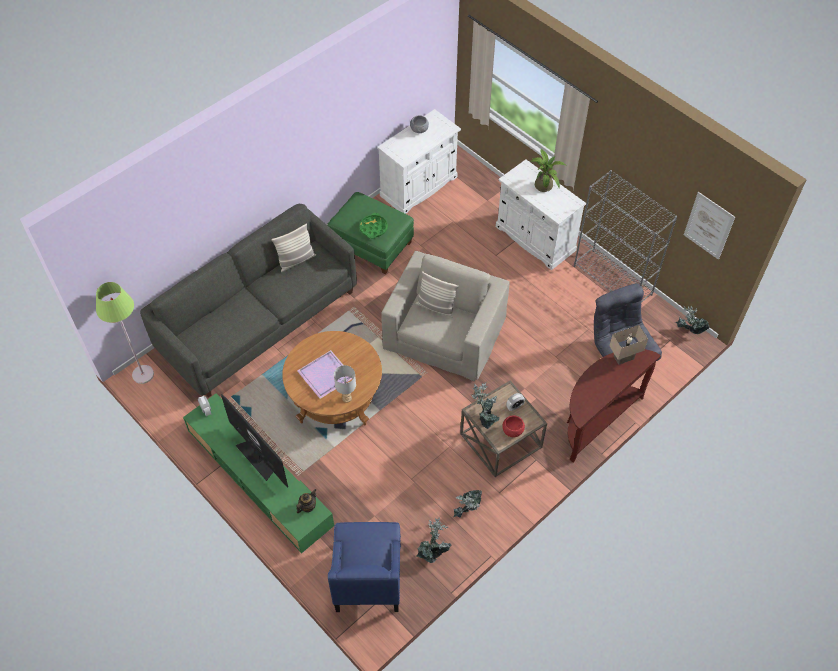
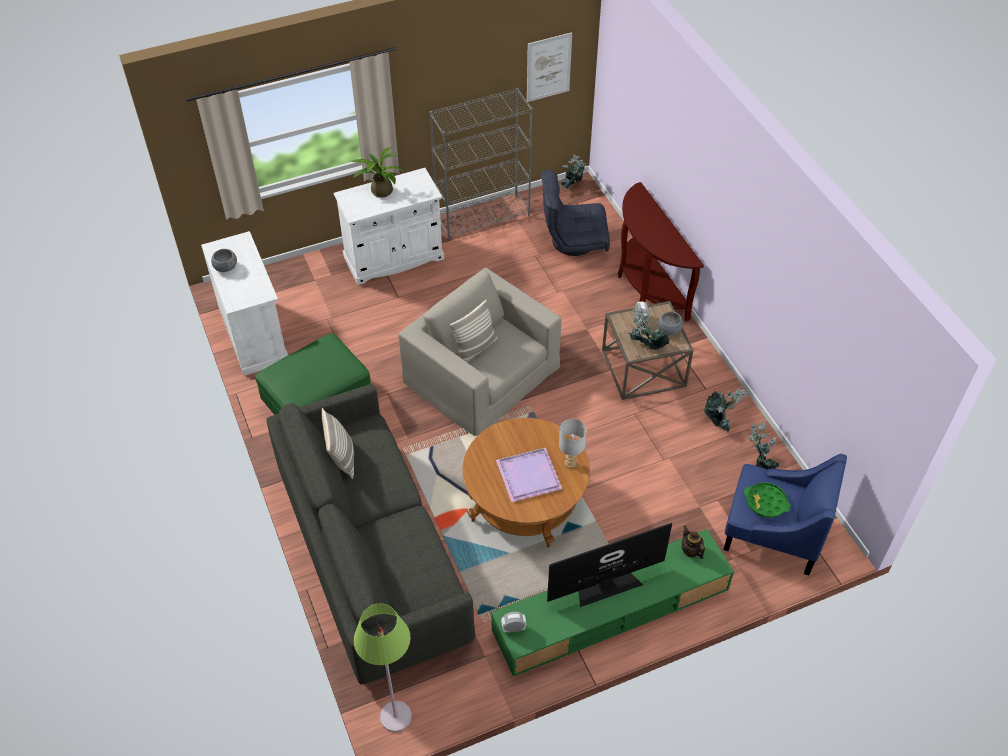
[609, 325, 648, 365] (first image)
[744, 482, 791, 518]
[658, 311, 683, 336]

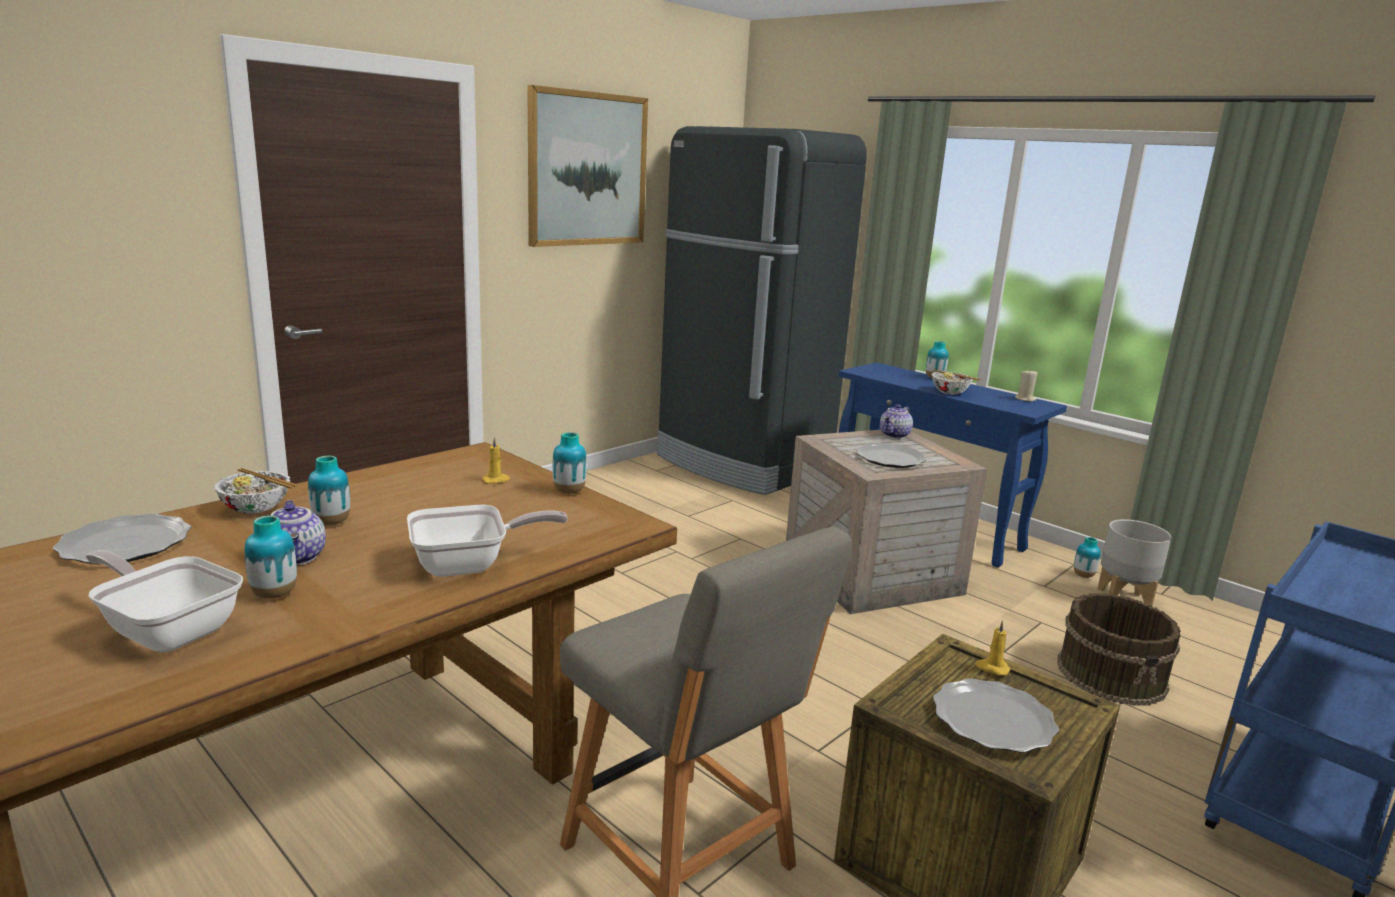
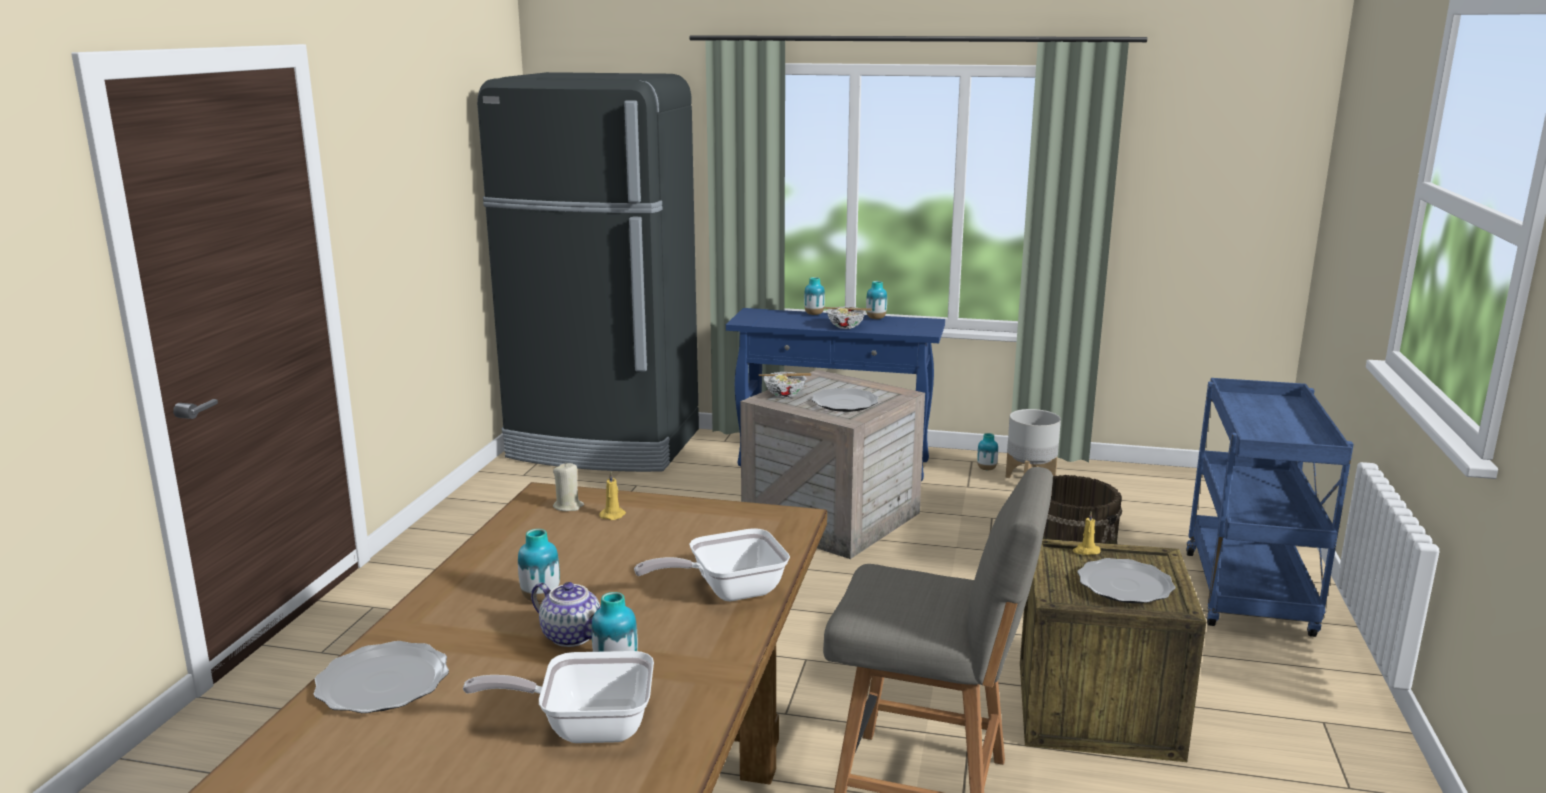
[527, 85, 648, 247] (first image)
[880, 404, 913, 439] (first image)
[759, 372, 811, 398]
[866, 281, 887, 319]
[553, 462, 584, 511]
[634, 528, 790, 601]

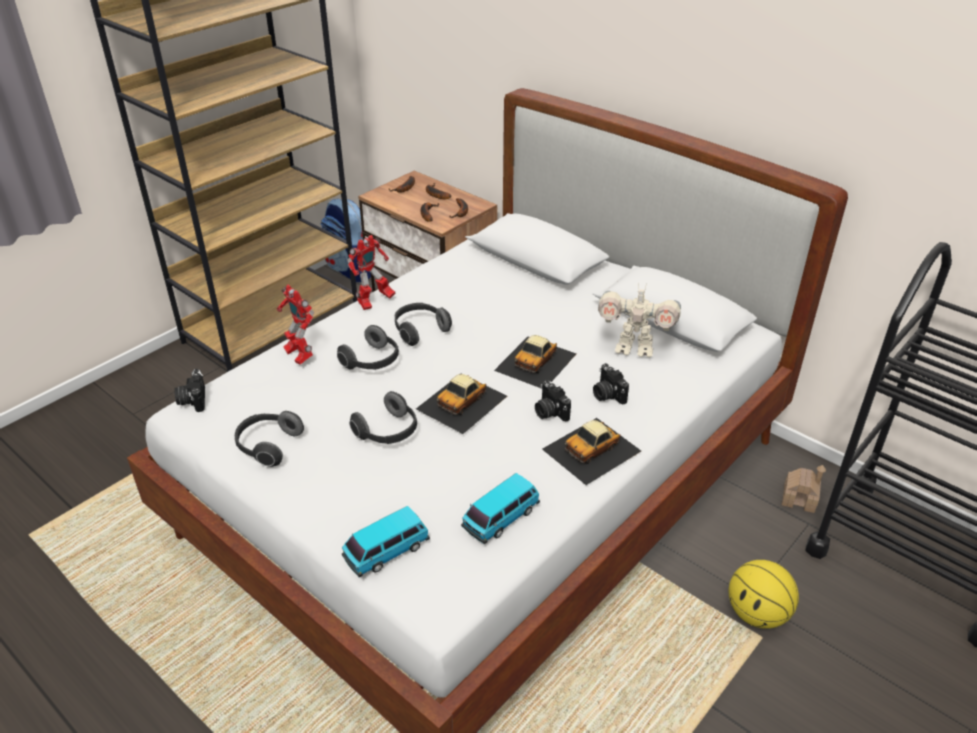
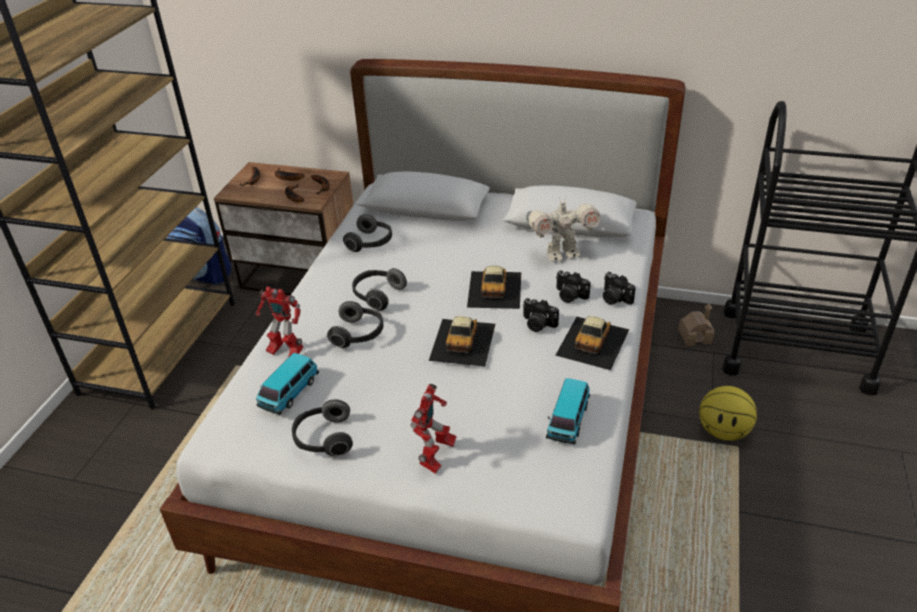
[603, 272, 636, 305]
[256, 353, 319, 415]
[410, 384, 457, 473]
[343, 214, 392, 252]

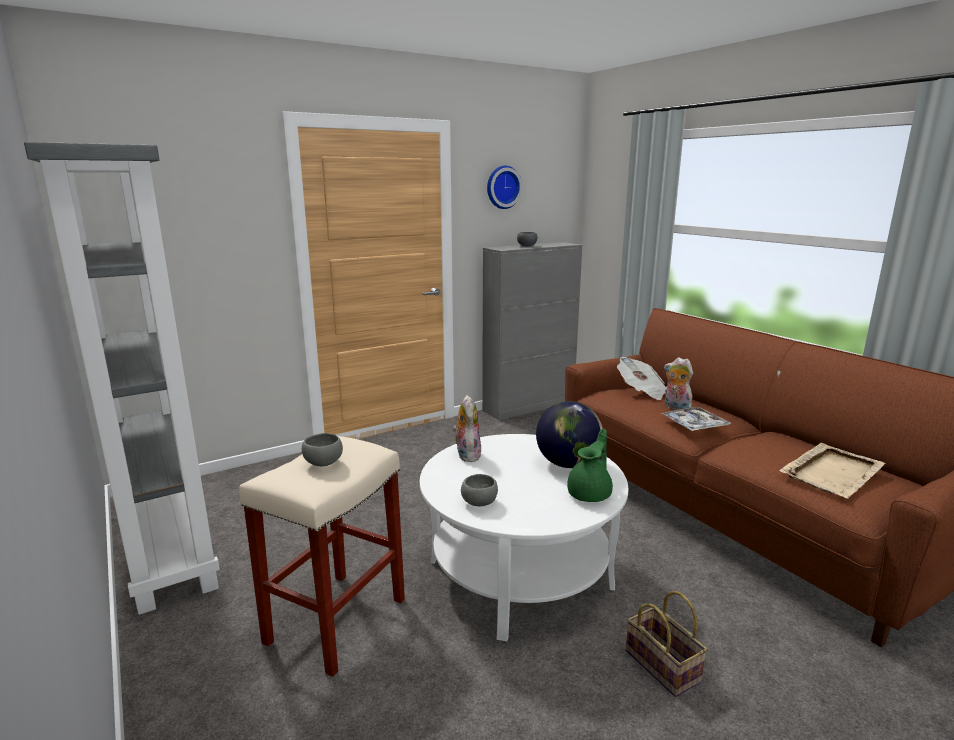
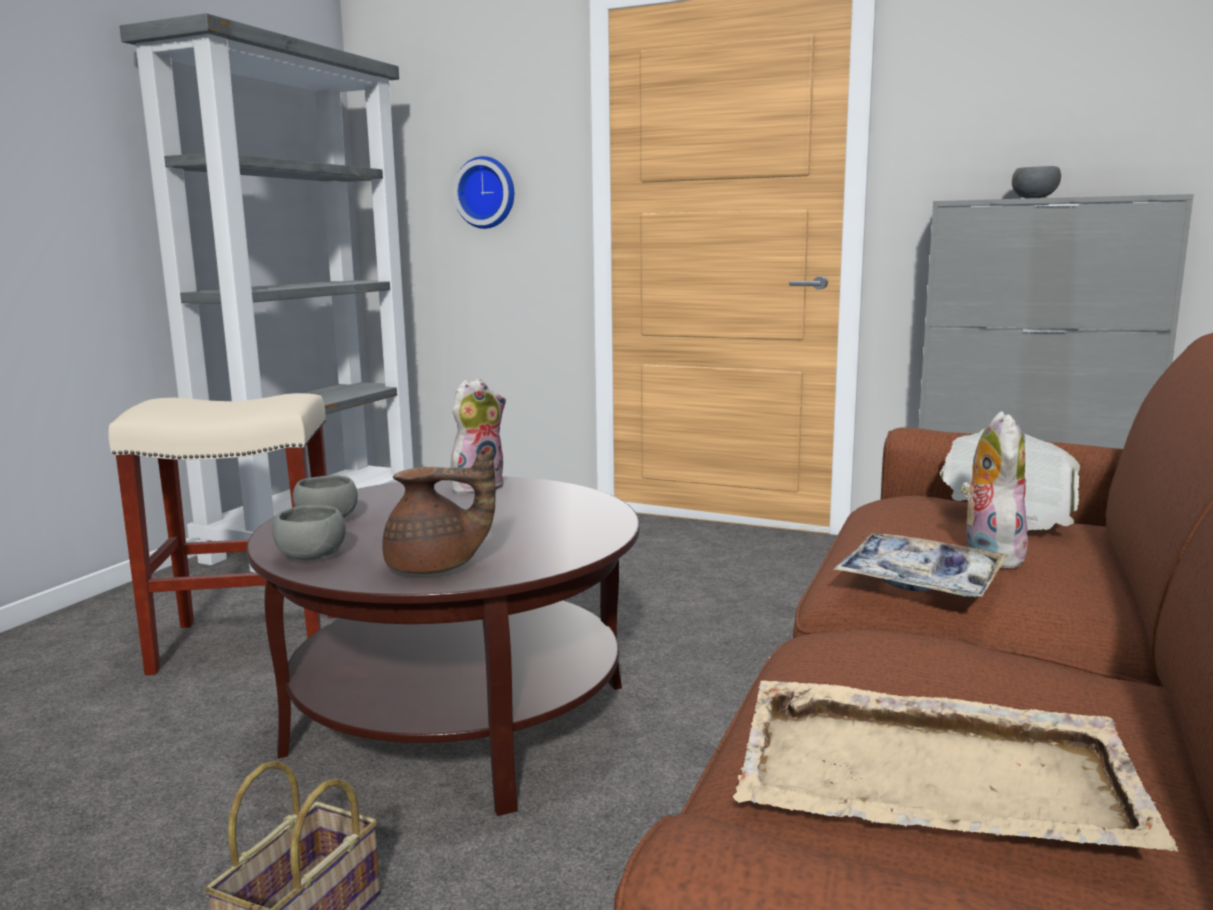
[536, 401, 603, 468] (first image)
[272, 505, 346, 560]
[453, 156, 514, 229]
[246, 476, 640, 816]
[382, 447, 496, 574]

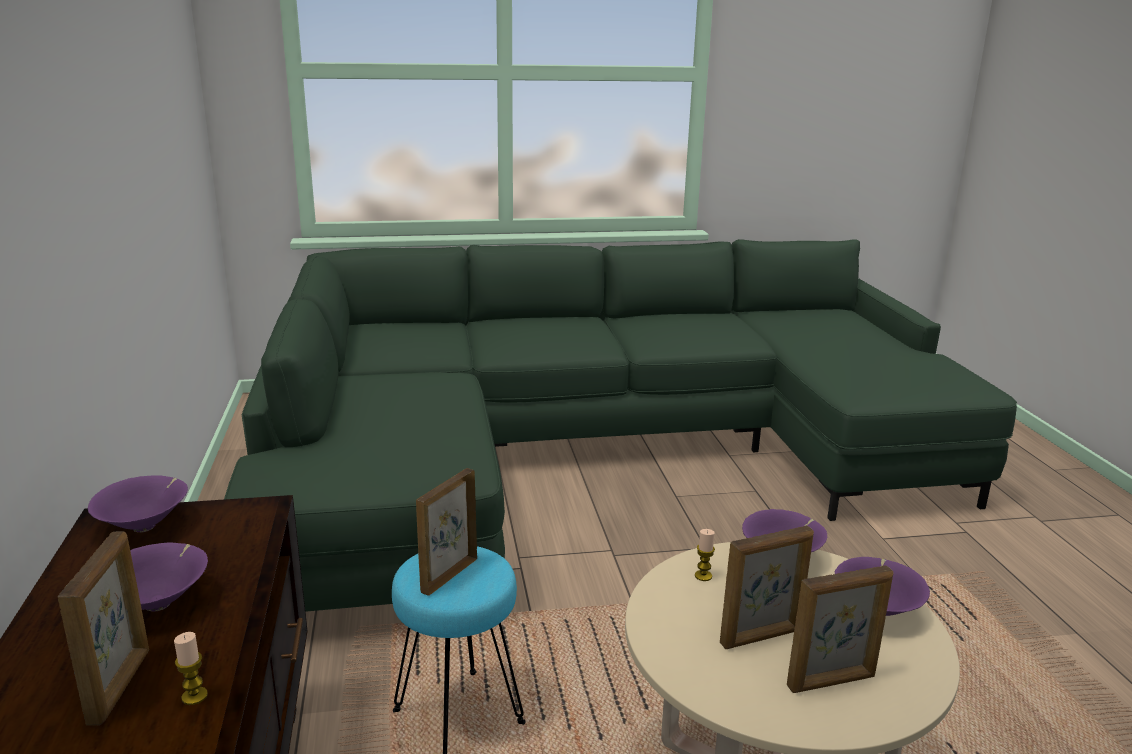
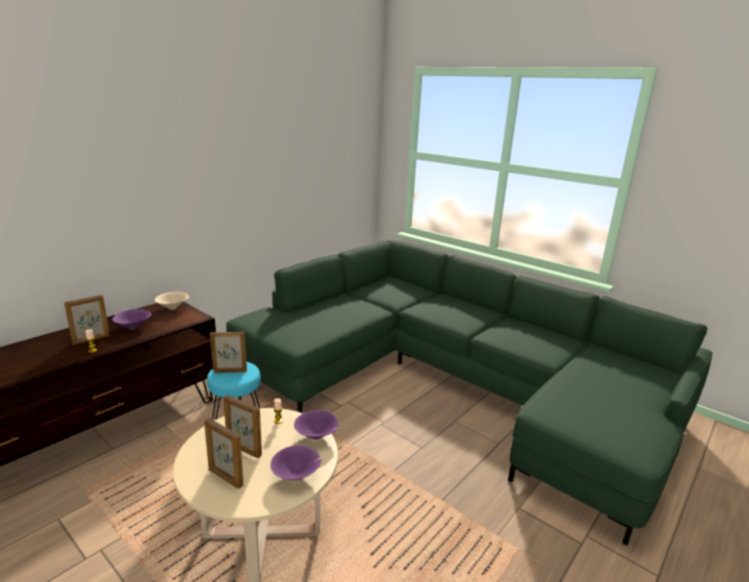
[155, 291, 189, 310]

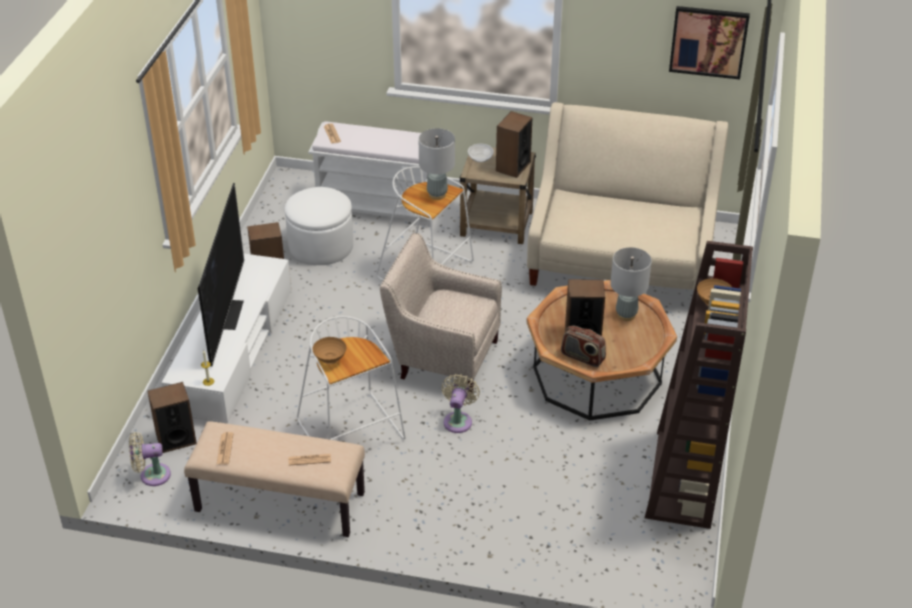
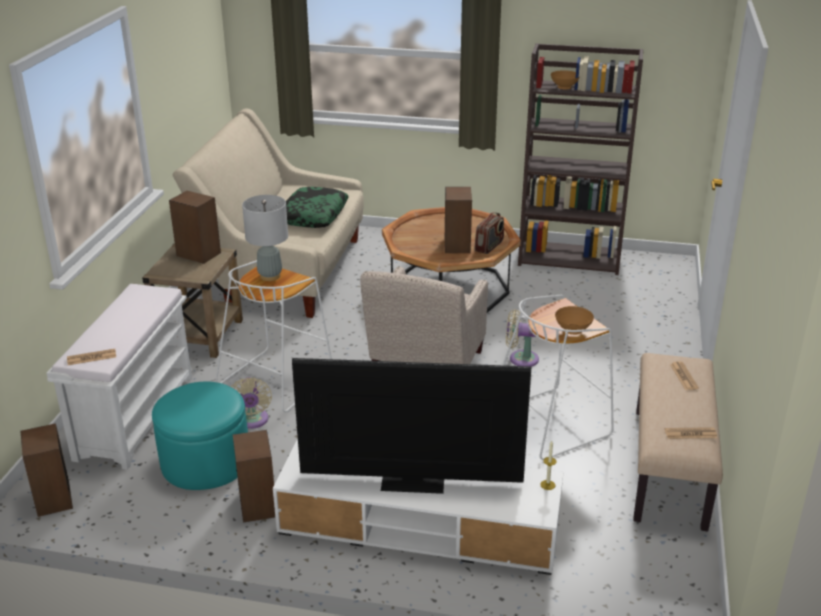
[468, 144, 494, 163] (first image)
[610, 247, 652, 321] (first image)
[669, 6, 750, 79] (first image)
[286, 187, 349, 228]
[231, 377, 272, 429]
[21, 423, 73, 517]
[152, 381, 248, 490]

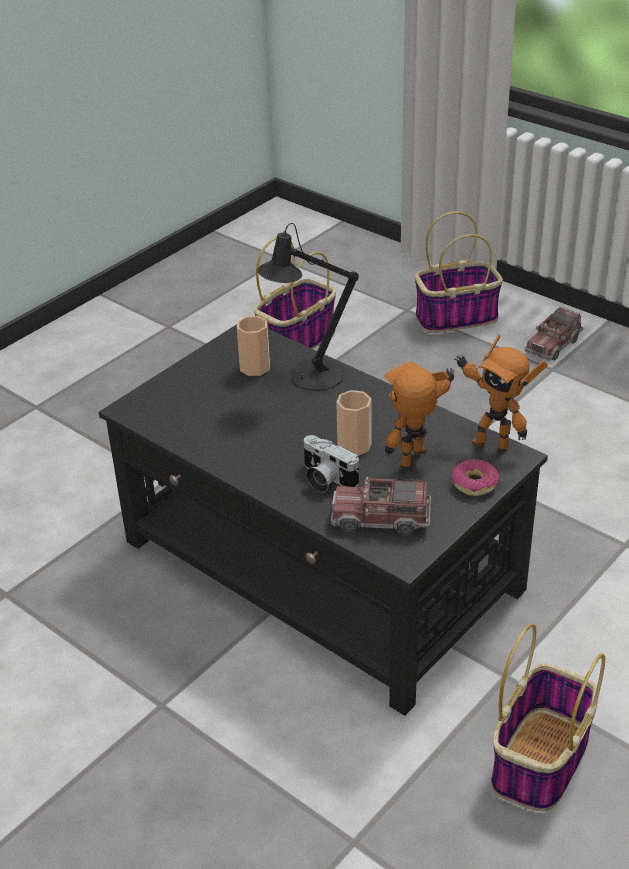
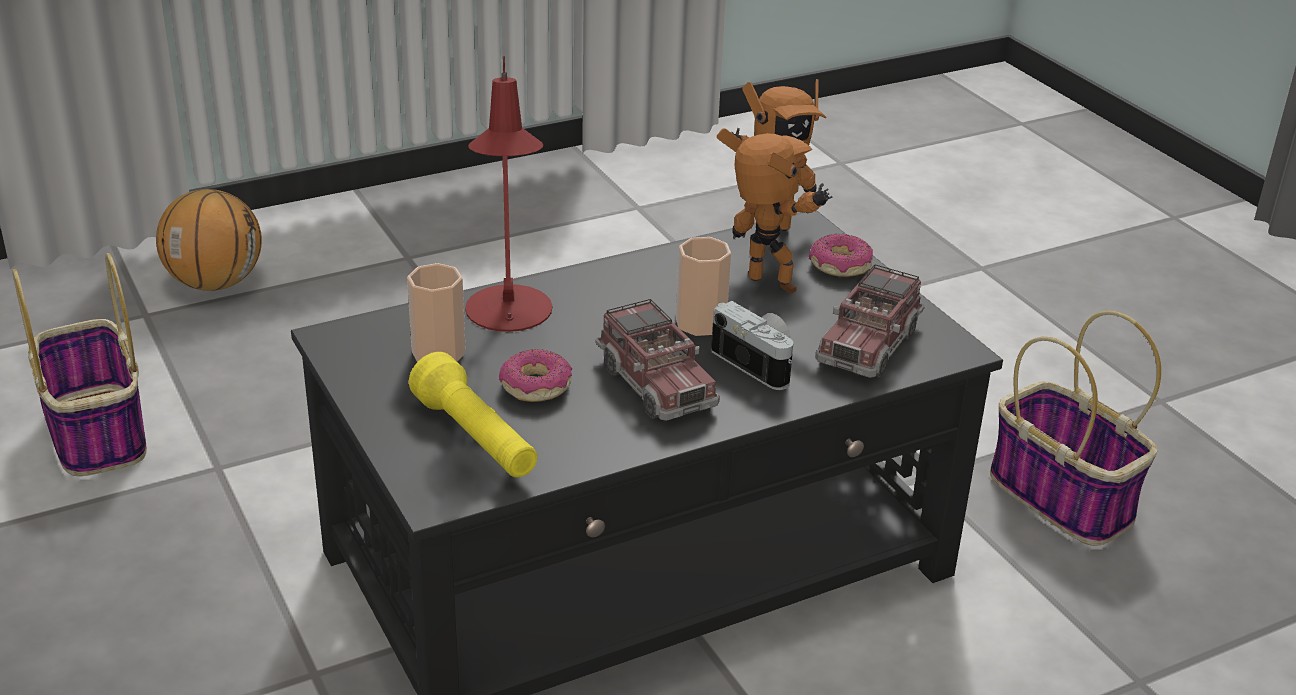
[409, 352, 538, 478]
[499, 349, 572, 402]
[595, 299, 720, 421]
[156, 189, 262, 291]
[465, 56, 552, 332]
[711, 301, 793, 390]
[717, 128, 833, 294]

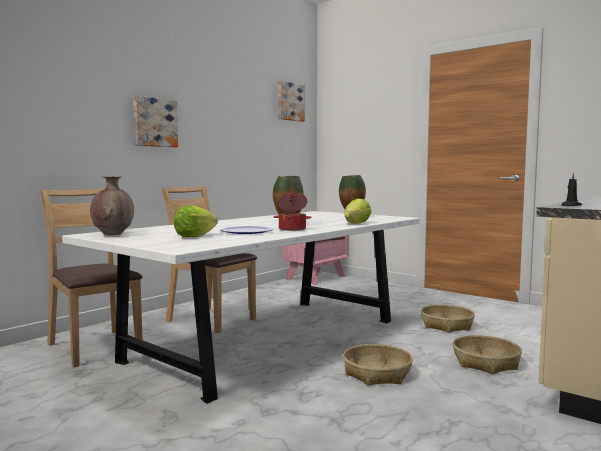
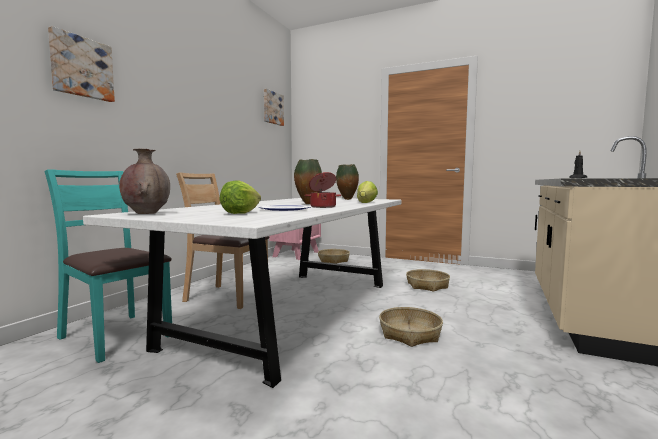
[48, 26, 115, 102]
[318, 249, 350, 264]
[44, 169, 172, 363]

